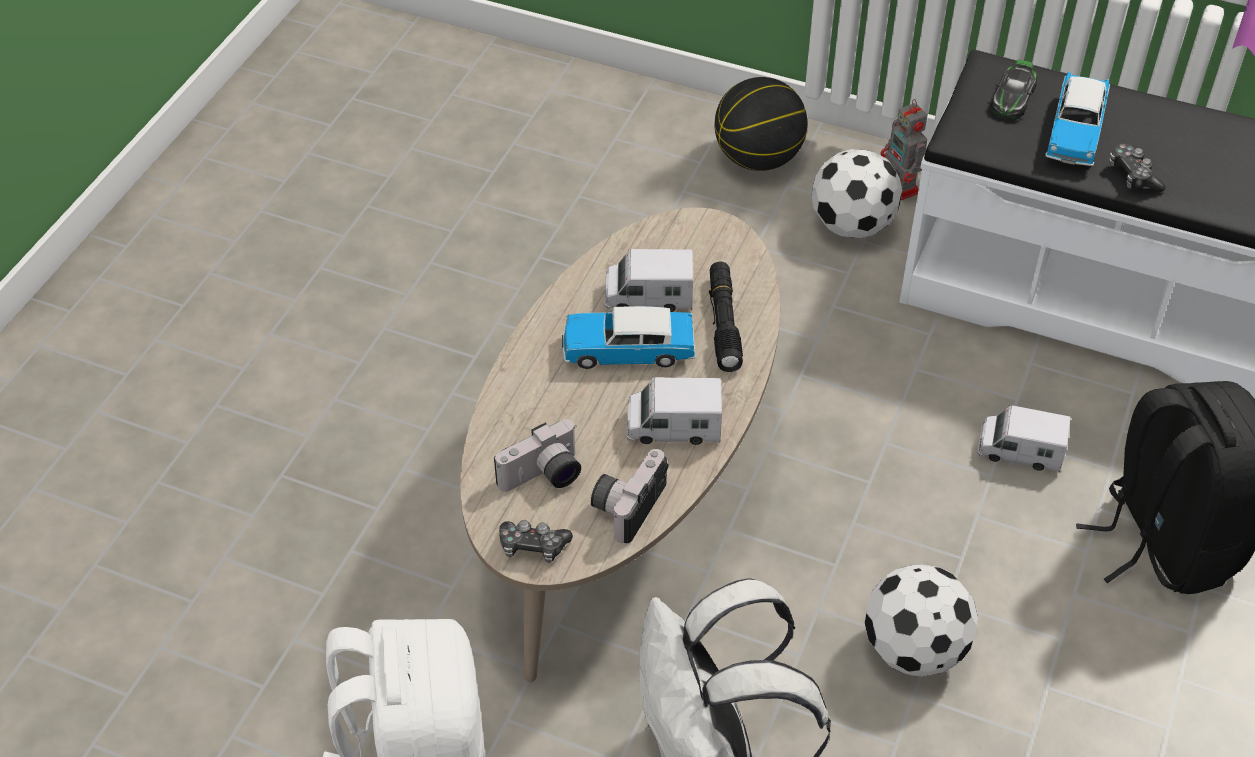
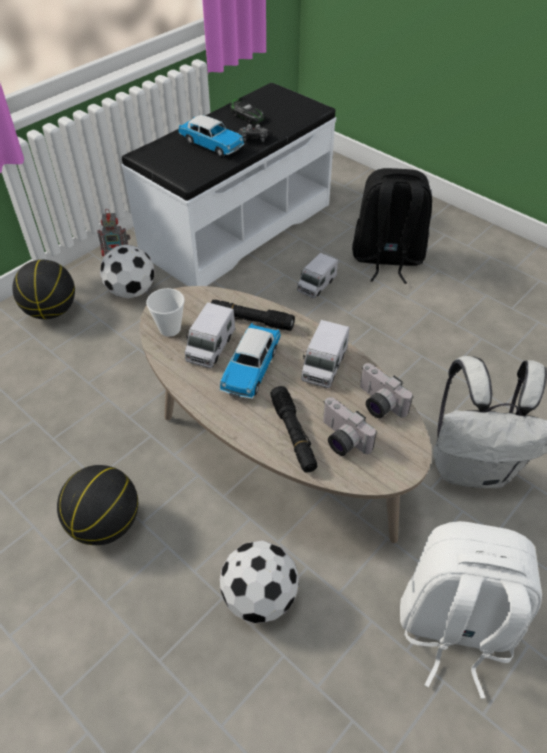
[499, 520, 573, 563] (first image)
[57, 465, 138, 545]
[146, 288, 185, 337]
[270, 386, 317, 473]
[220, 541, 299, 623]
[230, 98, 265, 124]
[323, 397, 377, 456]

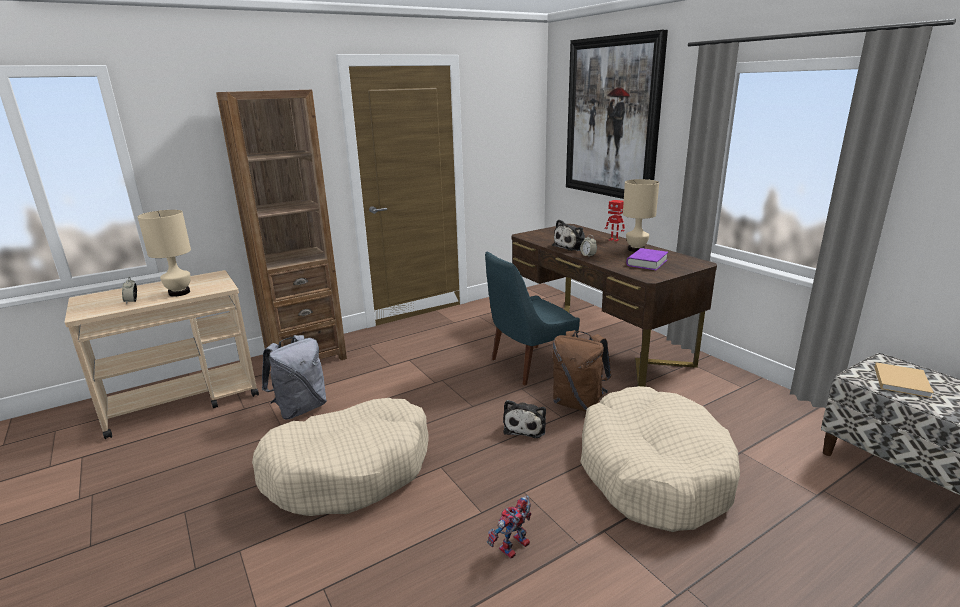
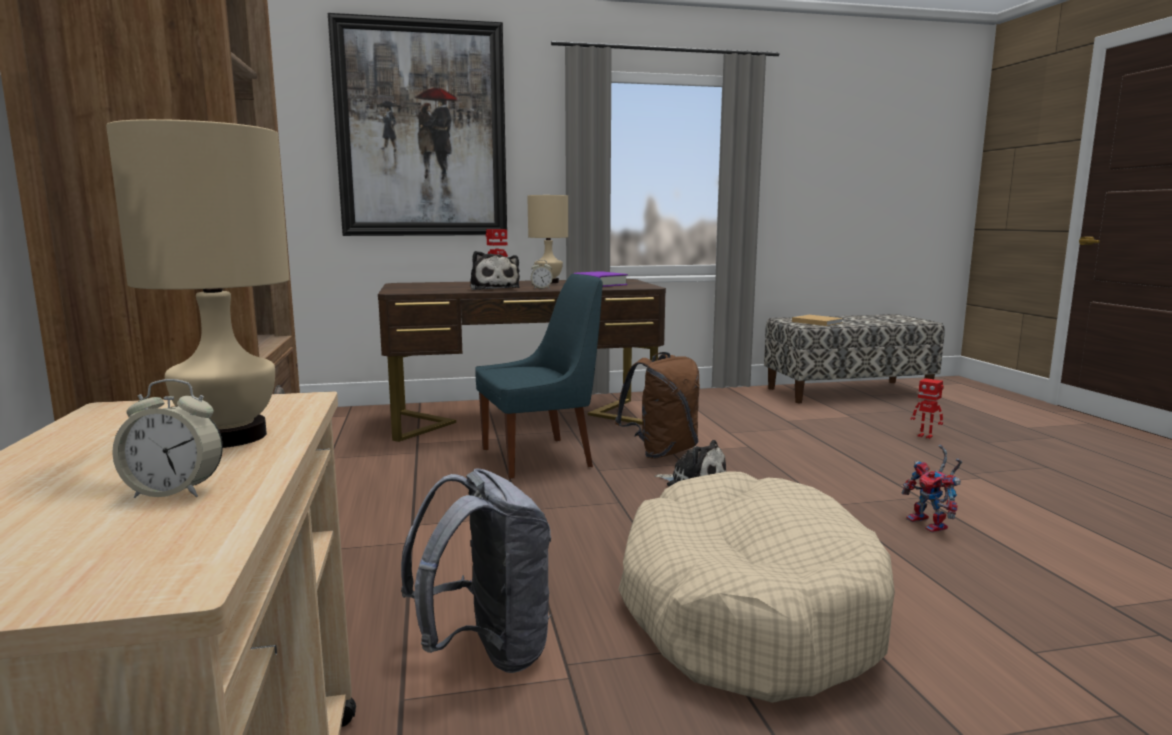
[580, 386, 740, 532] (first image)
[910, 378, 944, 439]
[475, 274, 603, 479]

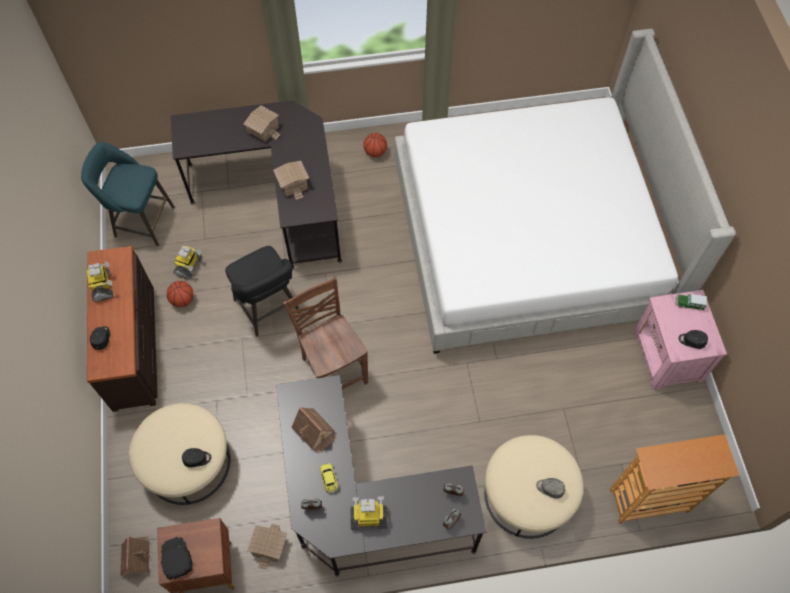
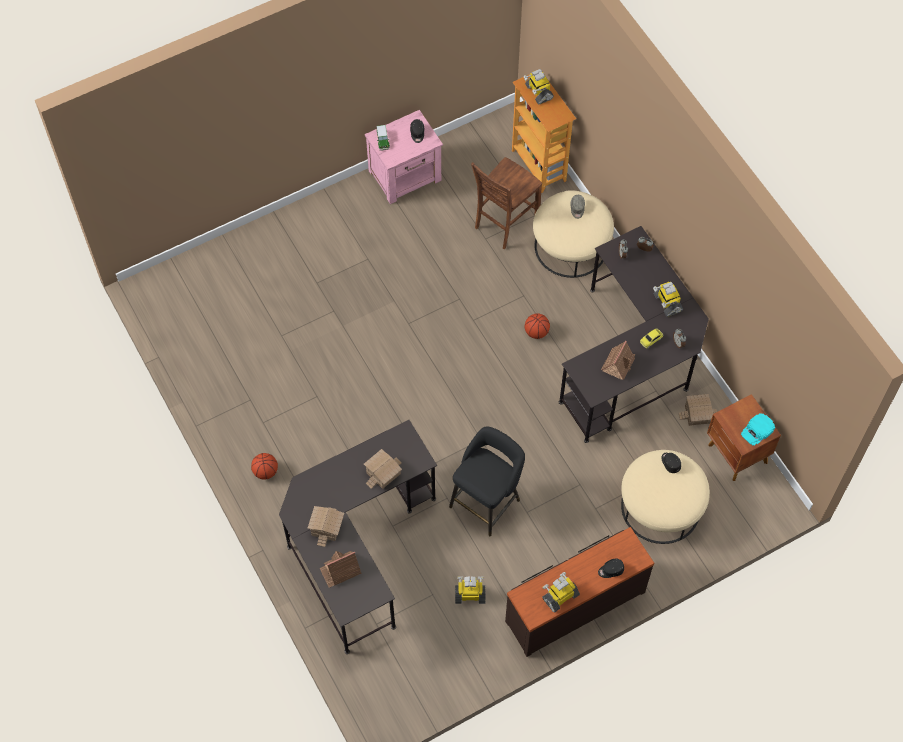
[81, 142, 175, 246] (first image)
[395, 29, 736, 354] (first image)
[524, 69, 554, 104]
[320, 551, 361, 588]
[525, 313, 550, 339]
[471, 157, 542, 249]
[741, 413, 775, 446]

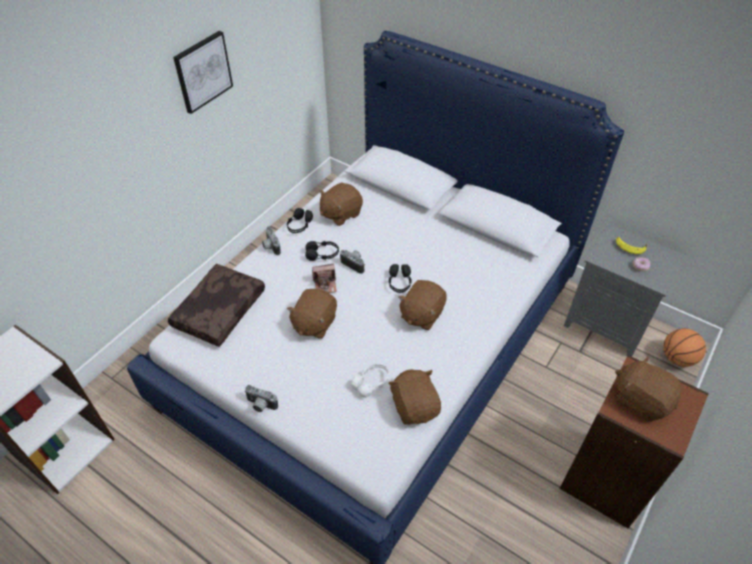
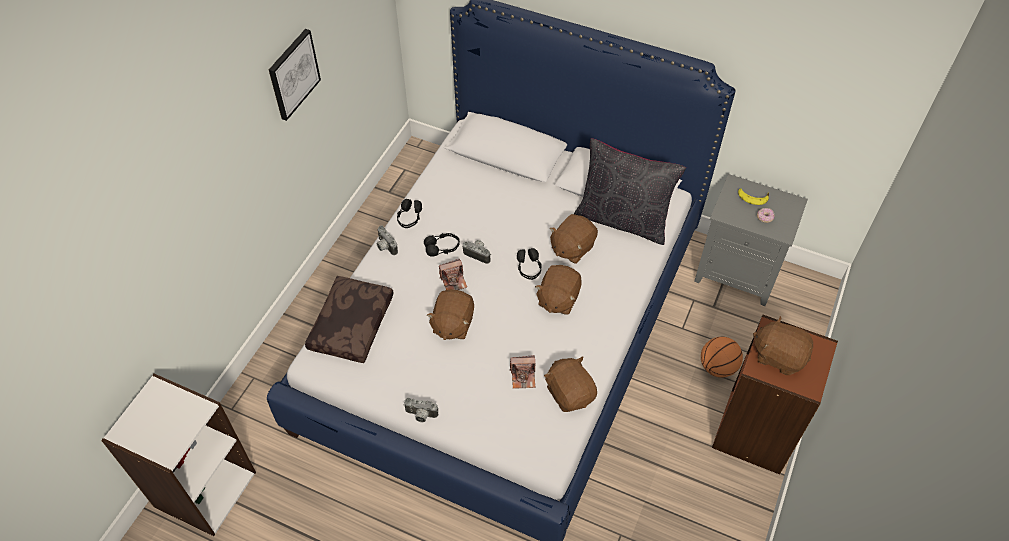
[574, 138, 686, 245]
[550, 214, 598, 264]
[701, 337, 743, 378]
[510, 355, 535, 389]

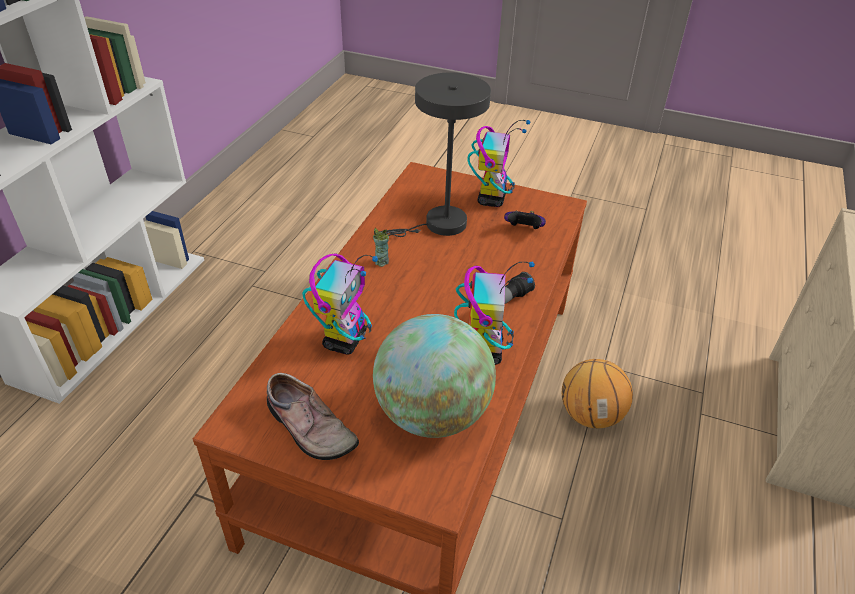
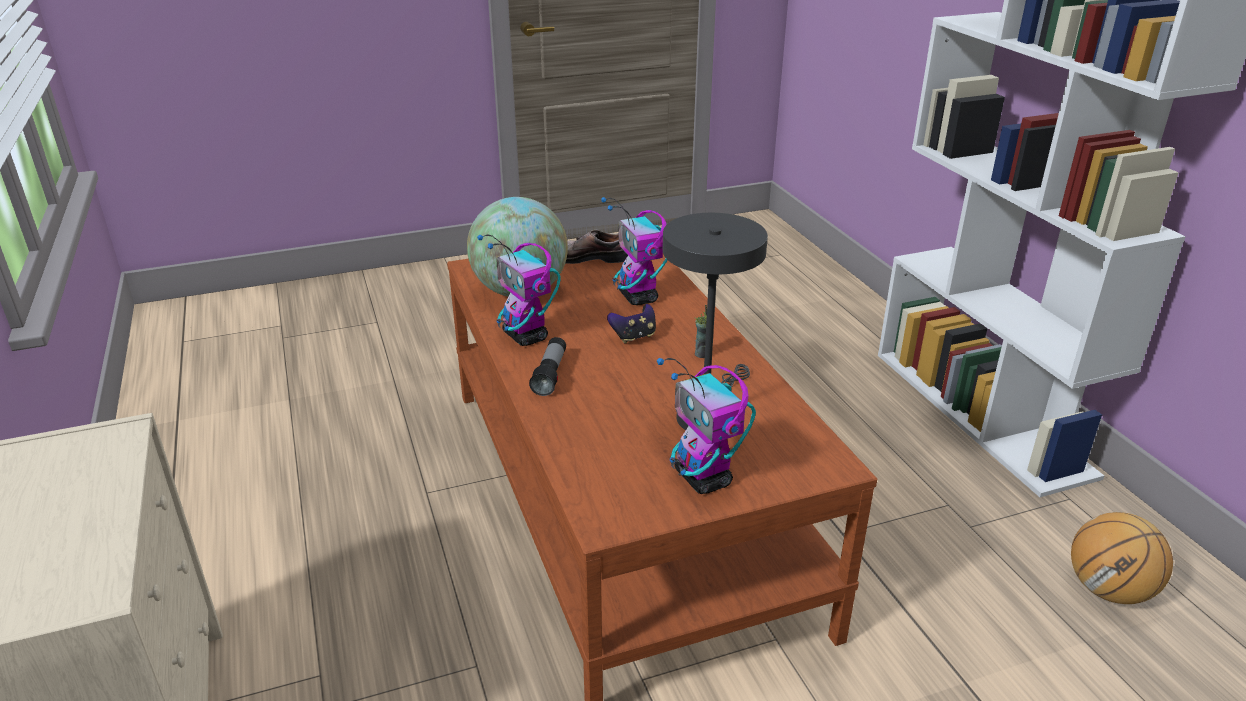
[607, 304, 656, 343]
[1071, 512, 1173, 604]

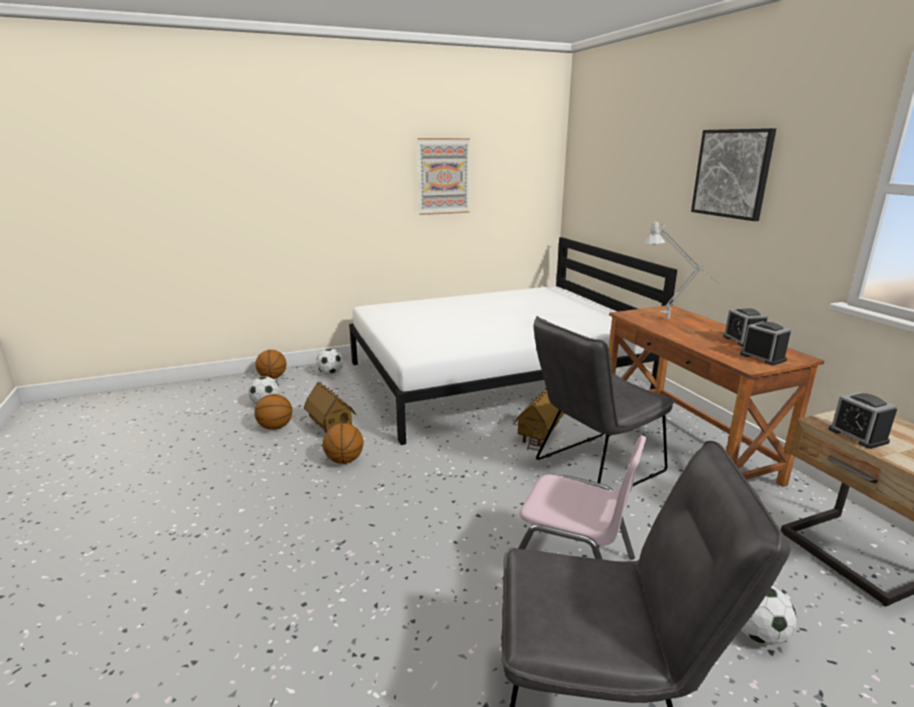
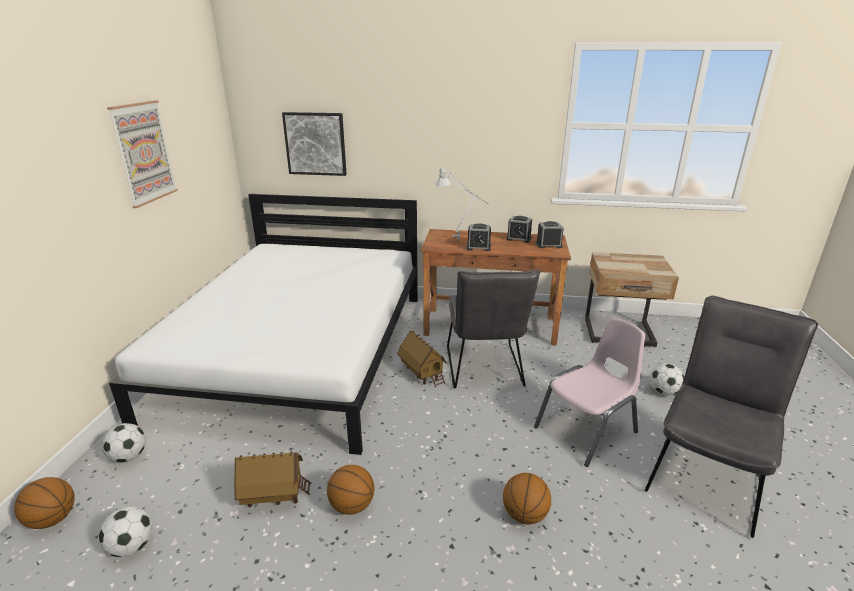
[503, 473, 551, 524]
[282, 112, 347, 176]
[466, 223, 491, 251]

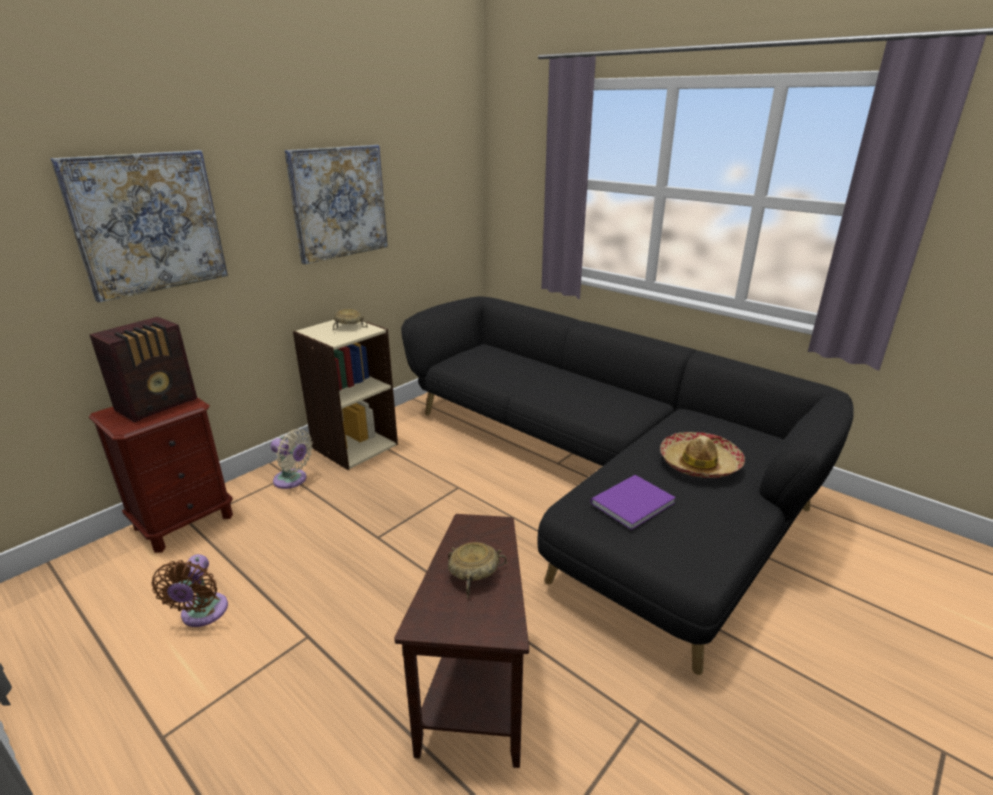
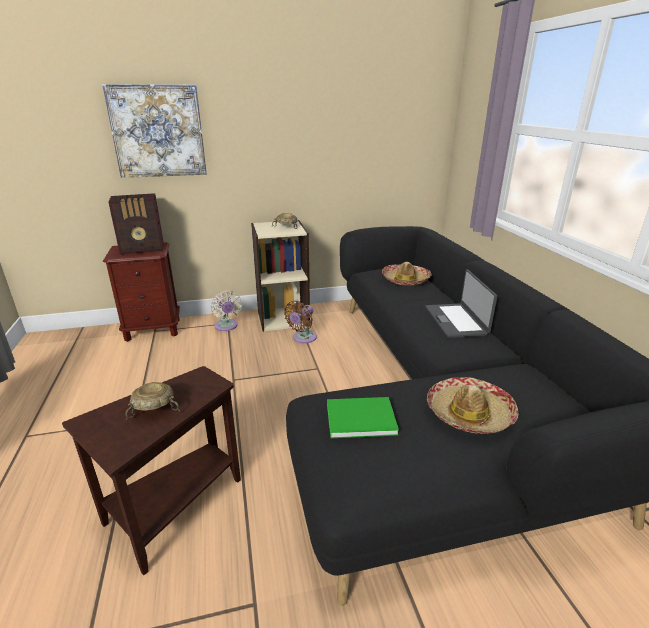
[285, 145, 388, 264] (first image)
[382, 262, 432, 286]
[425, 269, 498, 338]
[284, 301, 317, 343]
[327, 397, 399, 438]

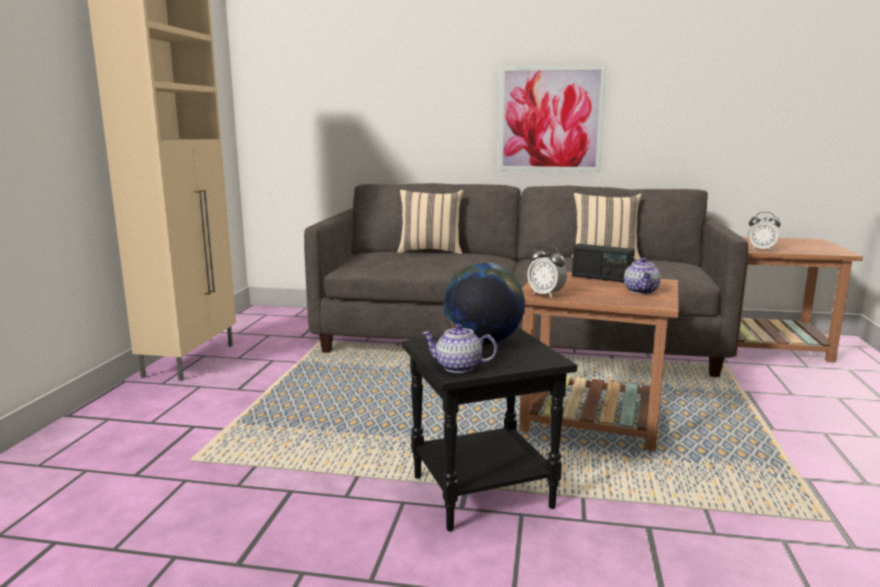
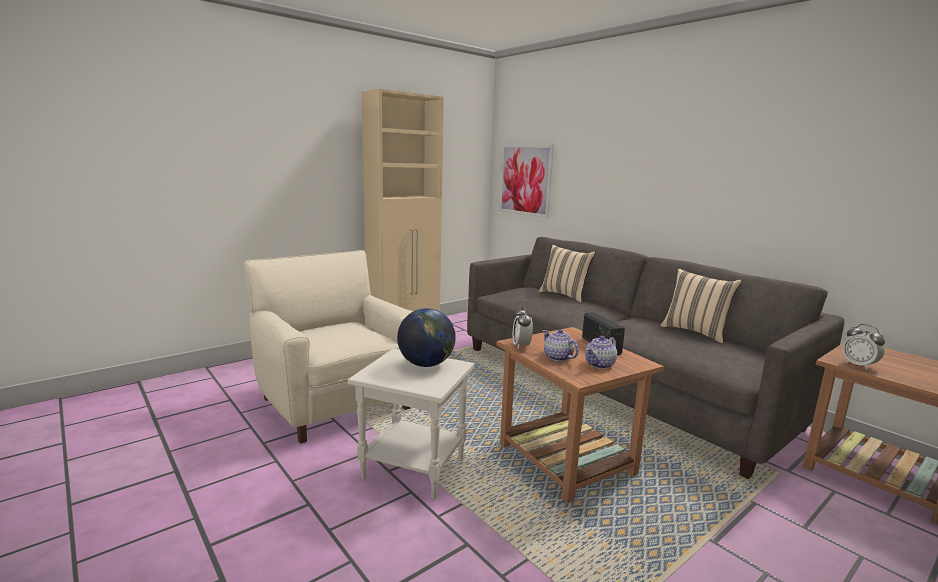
[245, 250, 413, 444]
[542, 329, 579, 361]
[499, 144, 554, 218]
[348, 349, 475, 499]

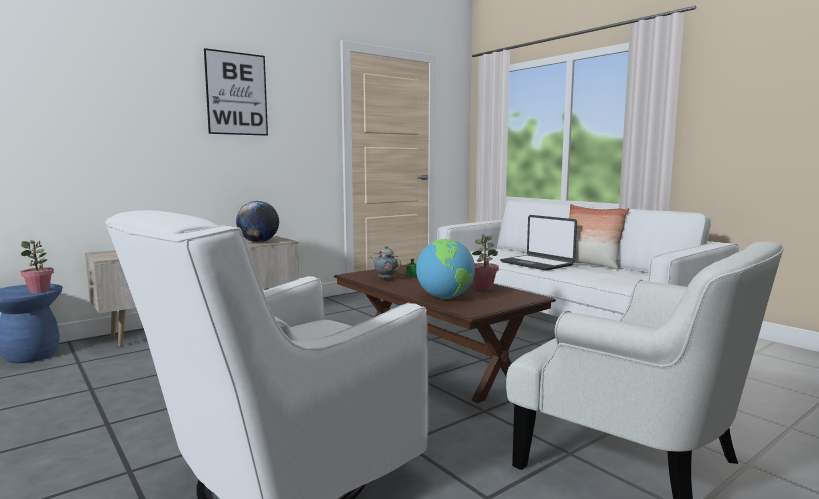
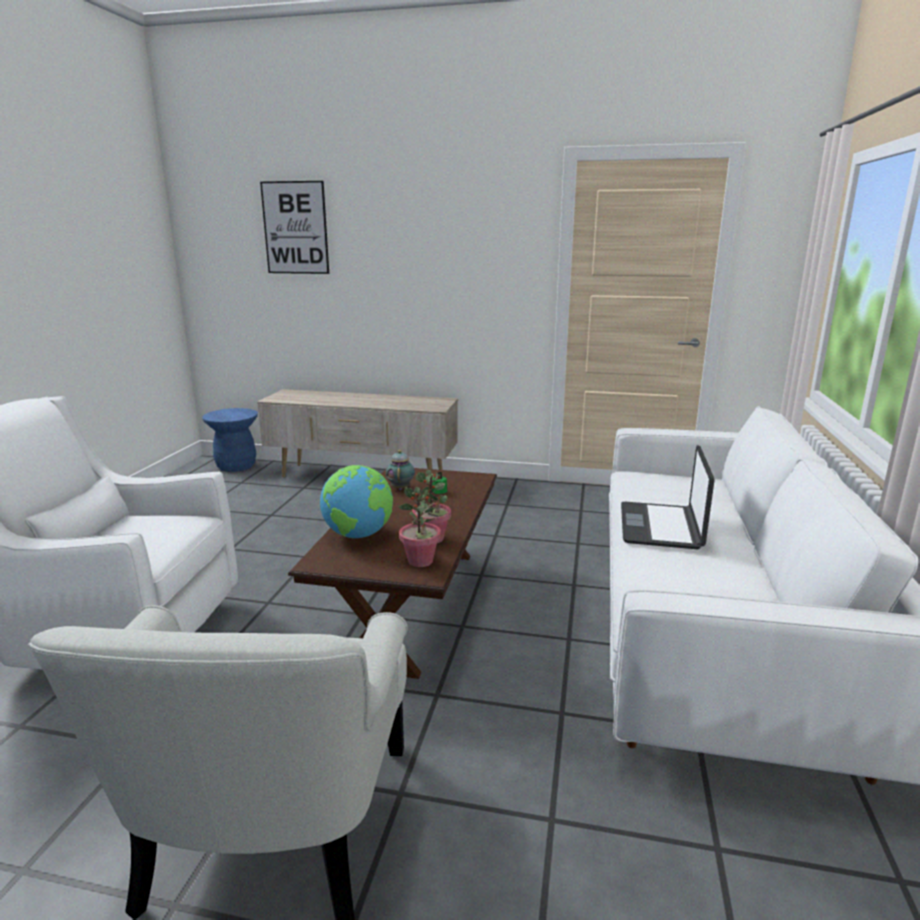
[236, 201, 279, 242] (first image)
[569, 204, 629, 269] (first image)
[398, 487, 441, 567]
[260, 181, 329, 274]

